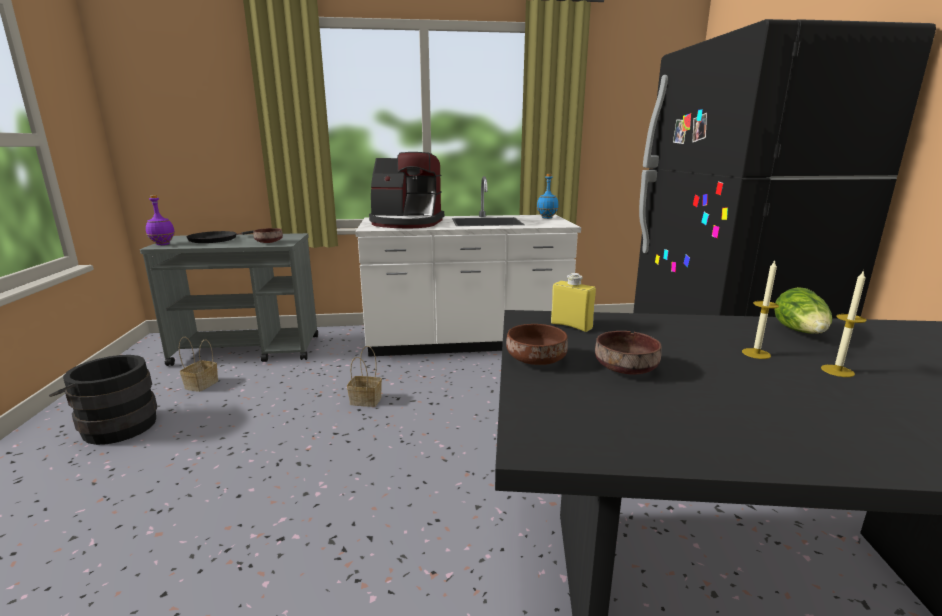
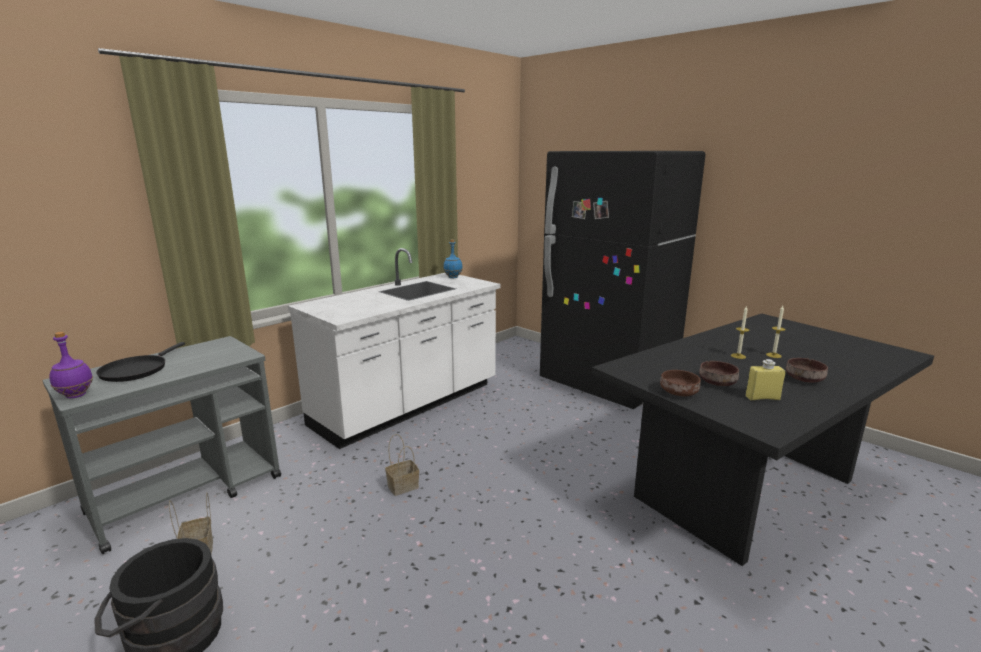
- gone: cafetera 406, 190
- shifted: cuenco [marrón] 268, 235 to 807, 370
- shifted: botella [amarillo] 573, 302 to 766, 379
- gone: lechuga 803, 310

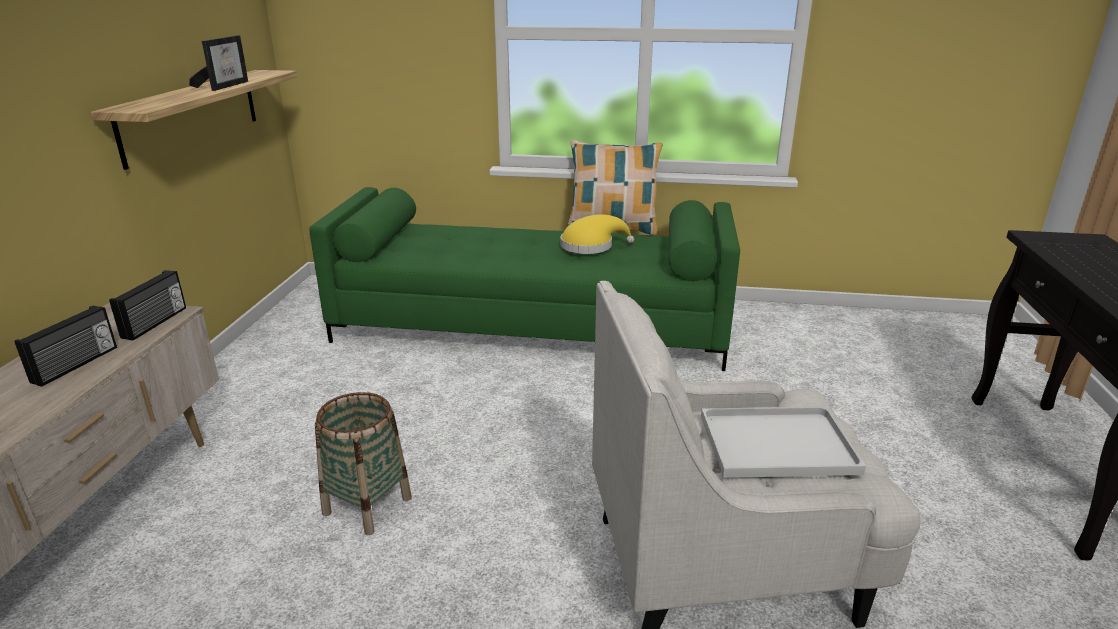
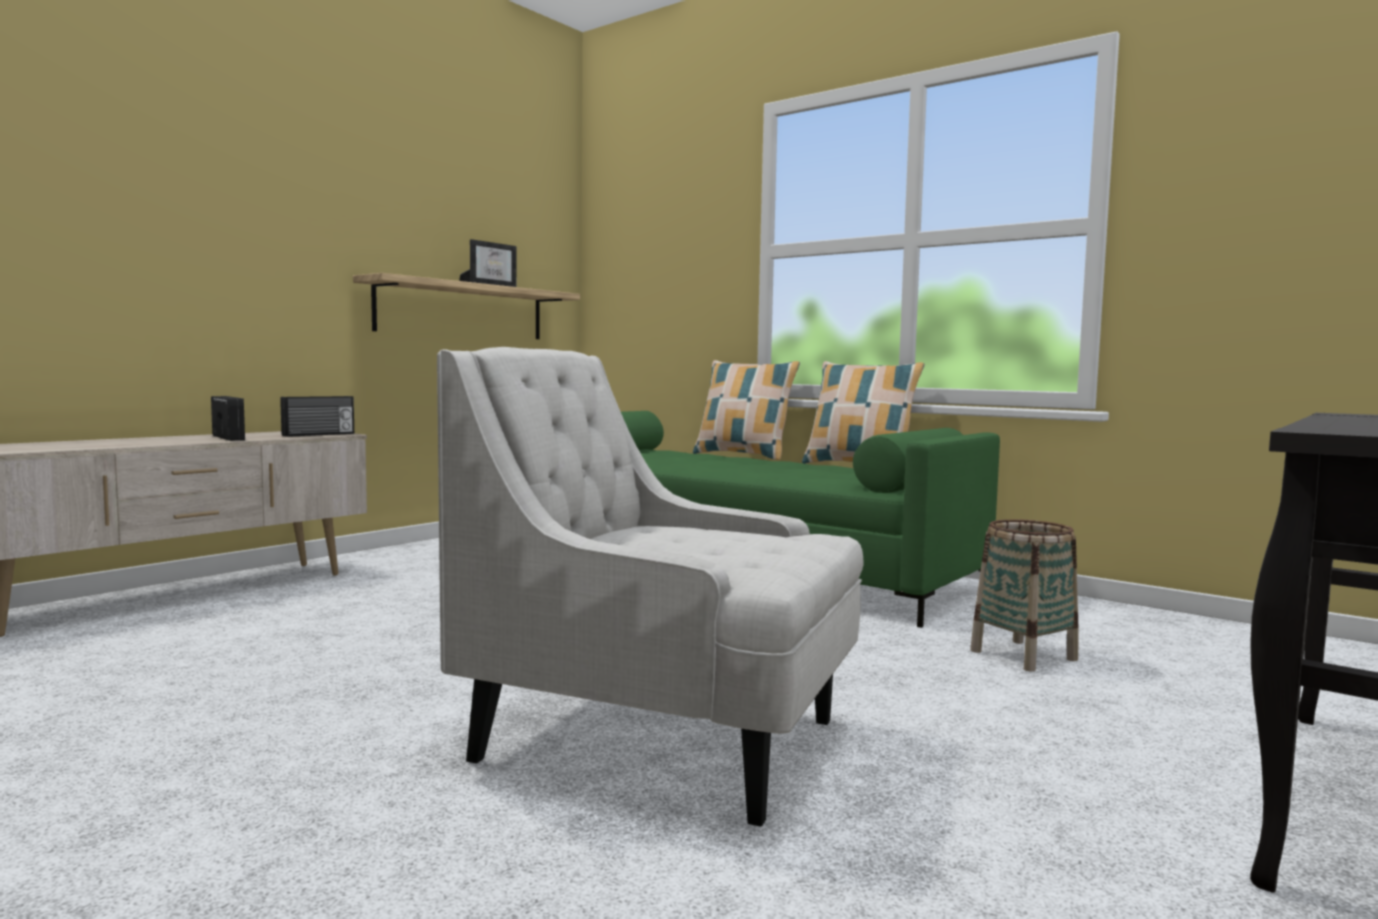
- gone: sombrero [amarillo] 597, 234
- rotated: radio 66, 346 = 228, 418 90 degrees counterclockwise
- shifted: cesta 363, 463 to 1024, 595
- gone: bandeja [blanco] 783, 442
- new: cojín 746, 410

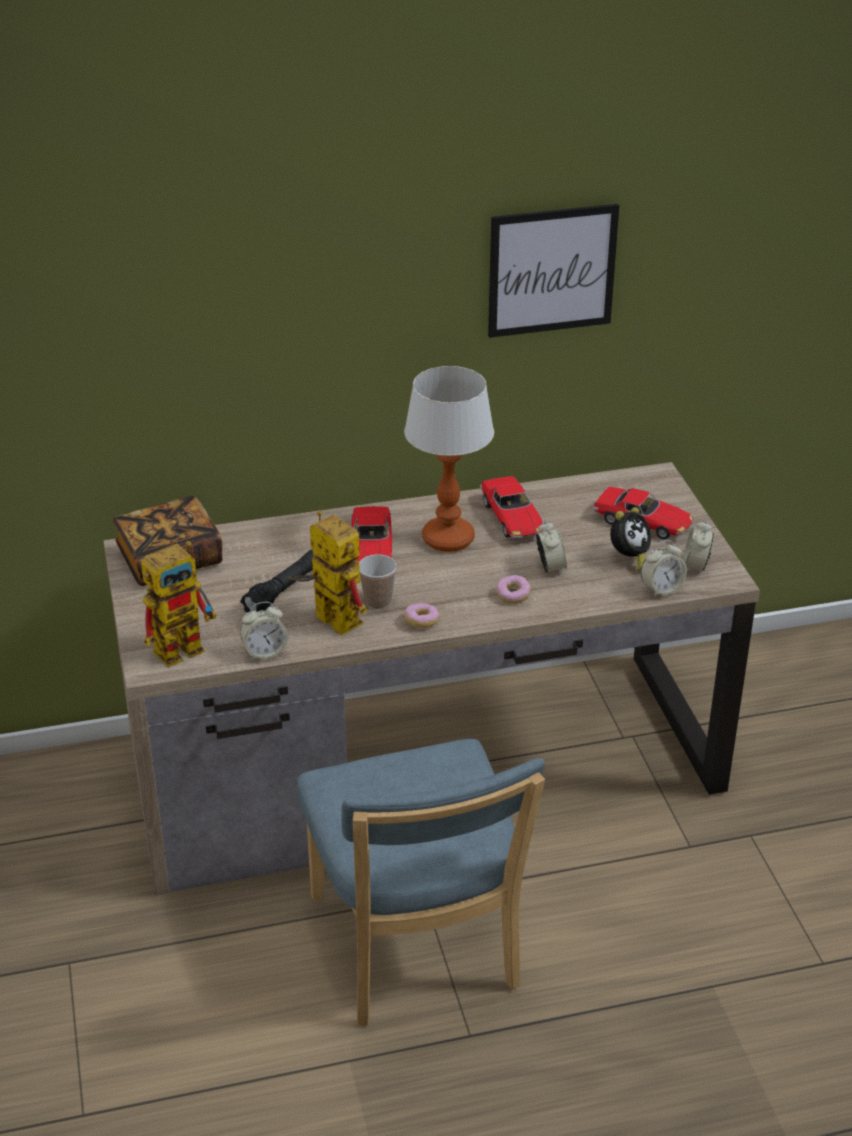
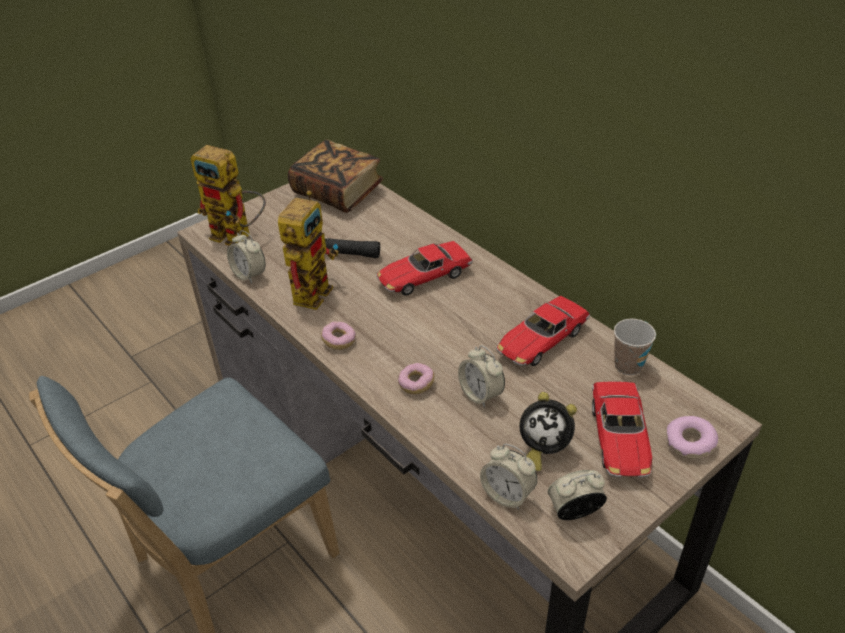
- gone: cuadro 553, 271
- gone: lámpara de mesa 449, 459
- rotated: despertador 551, 547 = 481, 376 90 degrees clockwise
- shifted: taza 378, 581 to 635, 347
- new: rosquilla 692, 437

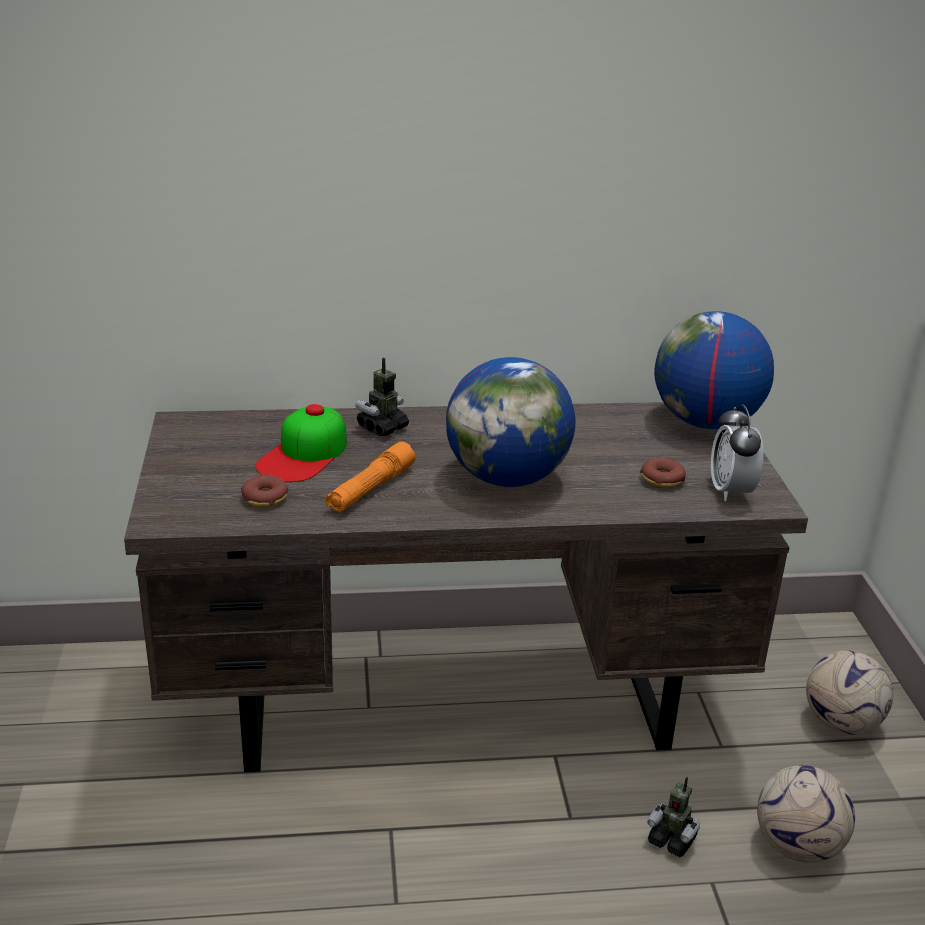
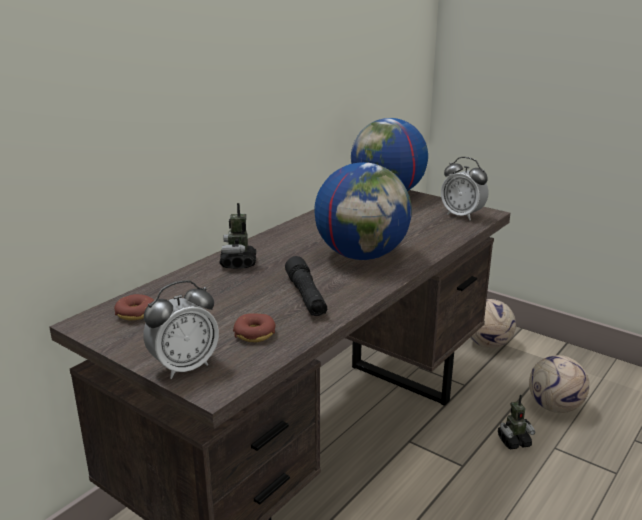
- gone: gorra 301, 443
- repainted: linterna [naranja] 370, 477 to linterna [negro] 306, 286
- shifted: rosquilla 663, 473 to 134, 307
- new: despertador 181, 329

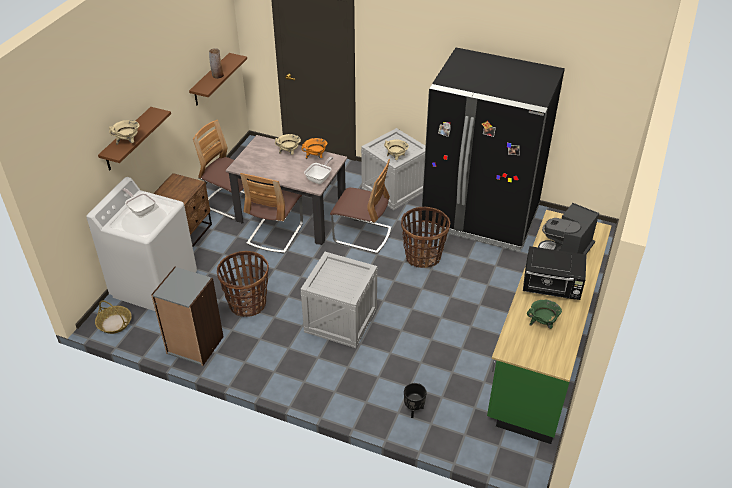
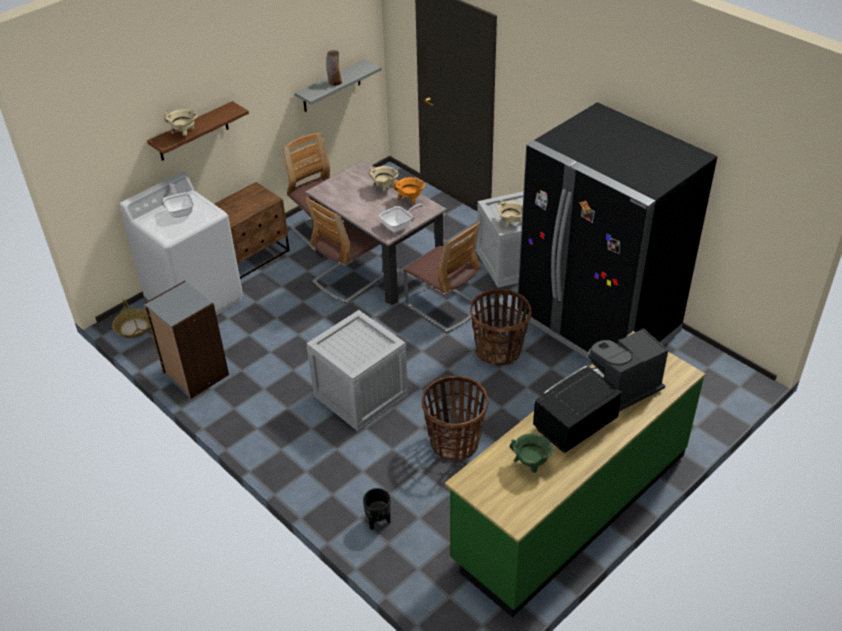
- repainted: estante [marrón] 218, 79 to estante [gris] 338, 85
- rotated: microondas [negro] 555, 273 = 577, 409 105 degrees clockwise
- shifted: cesta 243, 284 to 455, 418

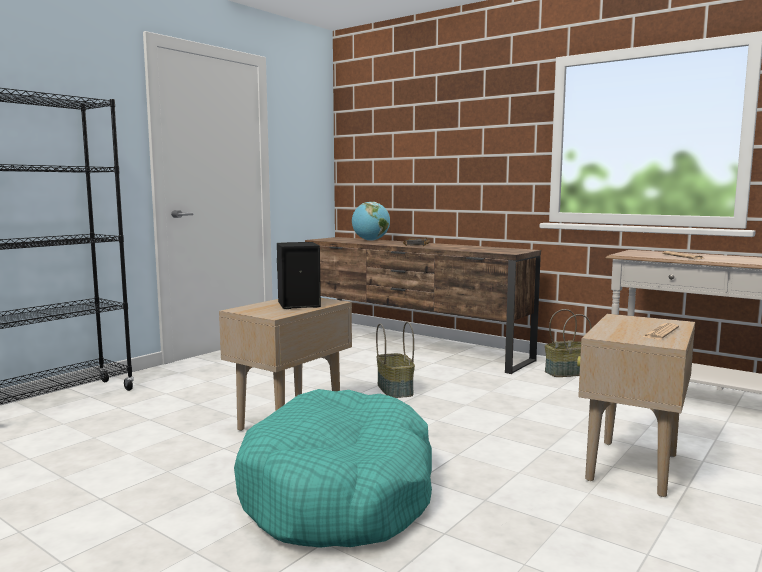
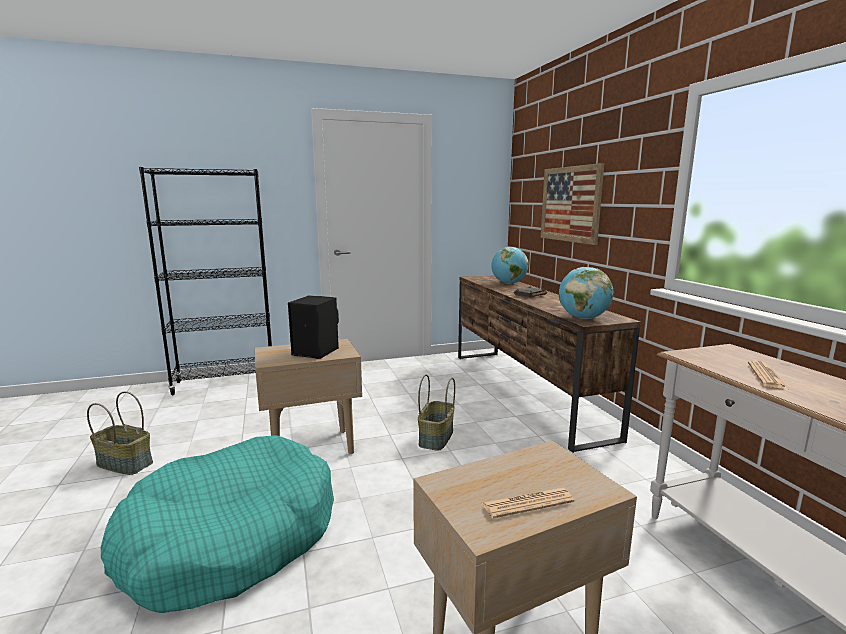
- shifted: cesta 568, 343 to 120, 433
- new: cuadro 572, 204
- new: globo terráqueo 586, 293

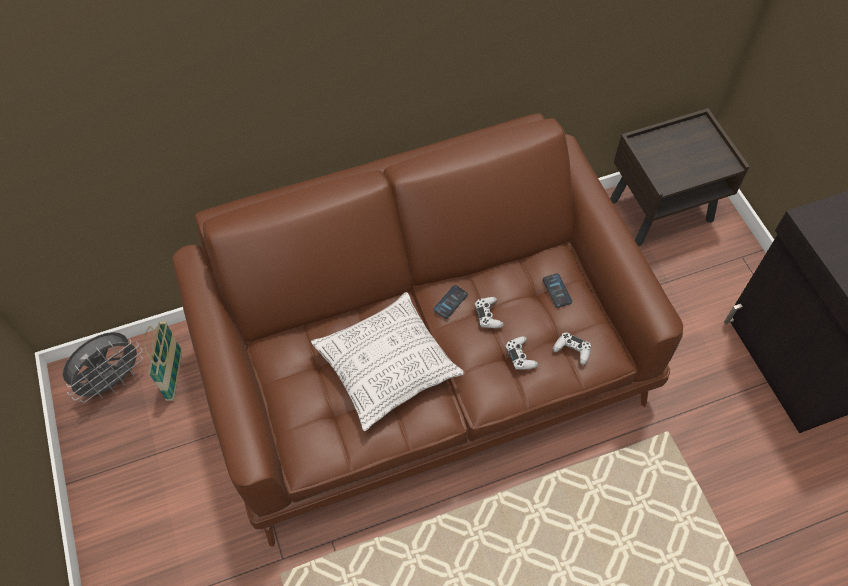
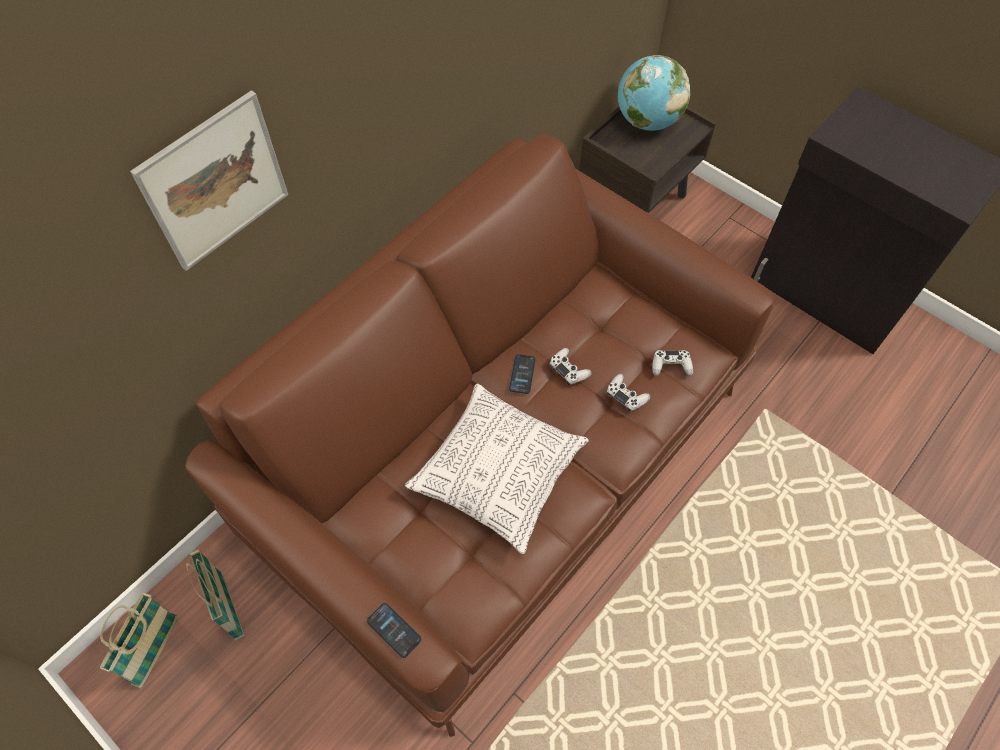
- shifted: móvil 557, 290 to 394, 630
- swapped: ventilador [gris] 103, 367 to cesta 139, 640
- new: globo terráqueo 654, 93
- new: cuadro 209, 180

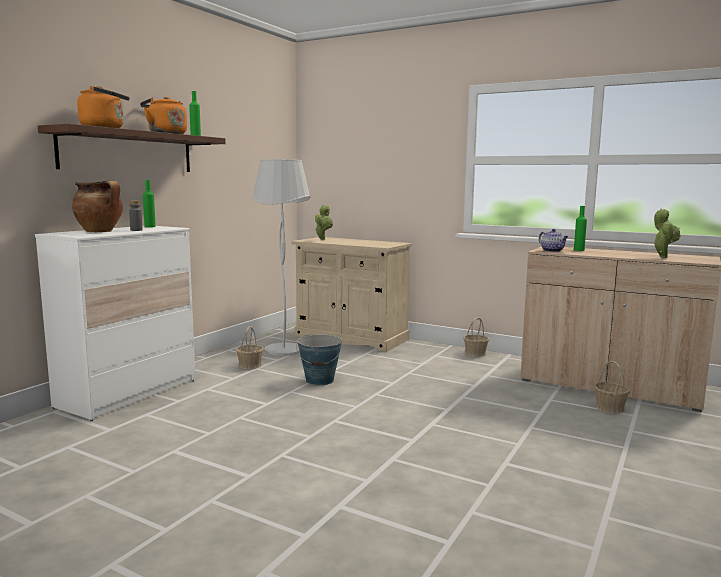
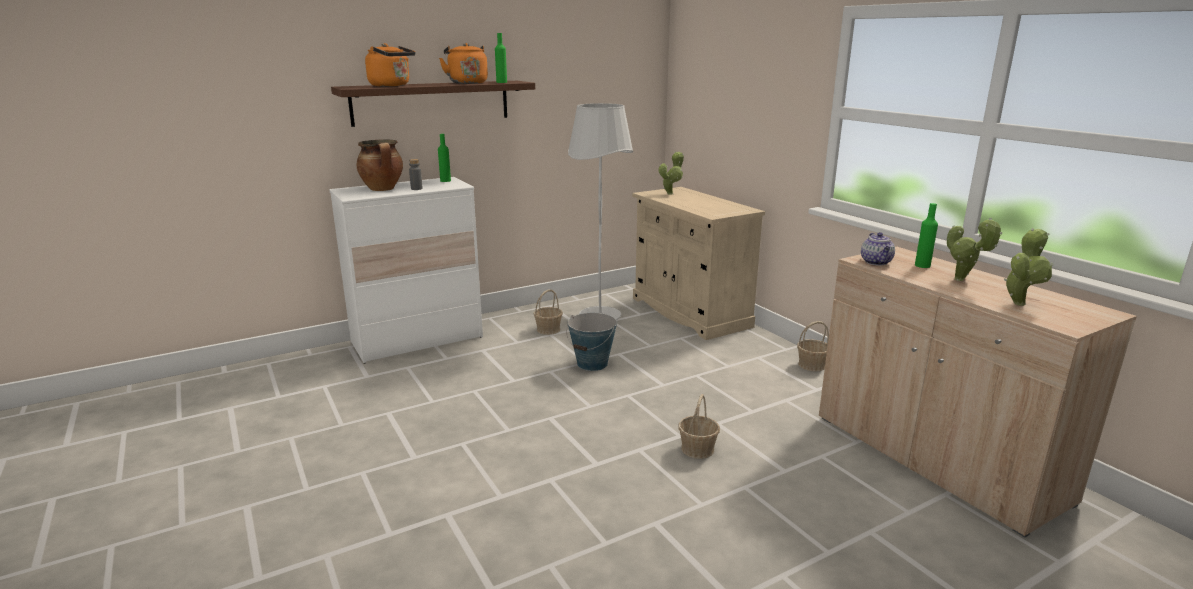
- shifted: cesta 612, 387 to 699, 426
- new: planta en maceta 974, 249

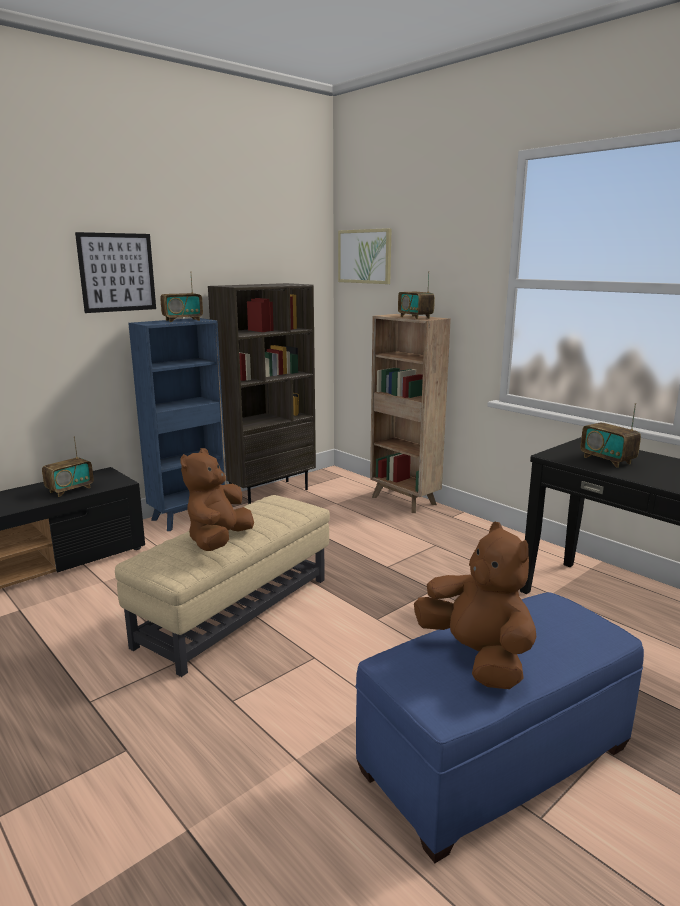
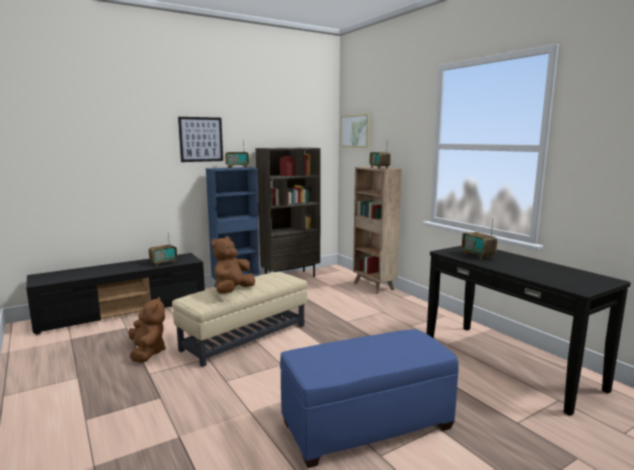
- shifted: peluche [marrón] 475, 605 to 147, 329

